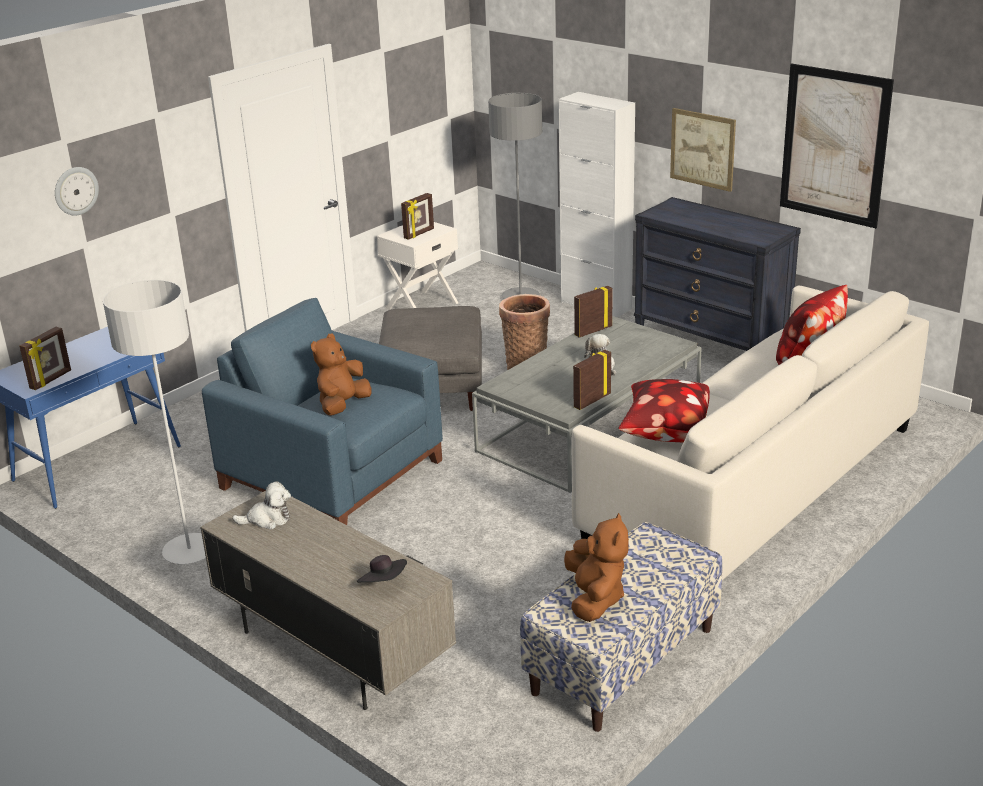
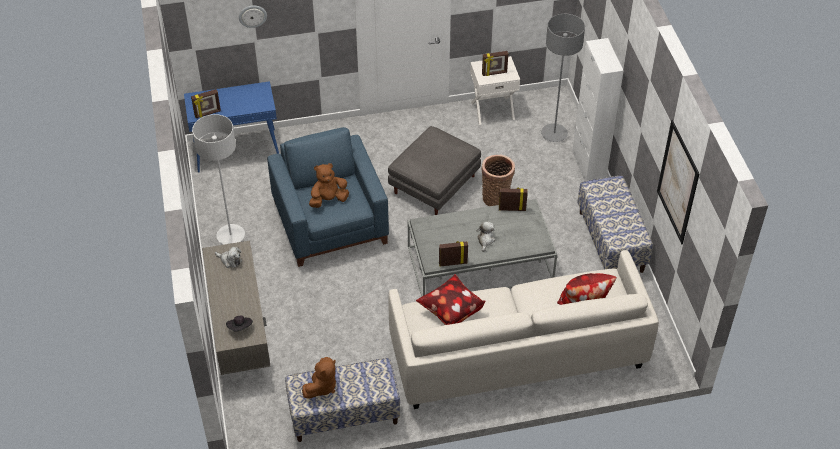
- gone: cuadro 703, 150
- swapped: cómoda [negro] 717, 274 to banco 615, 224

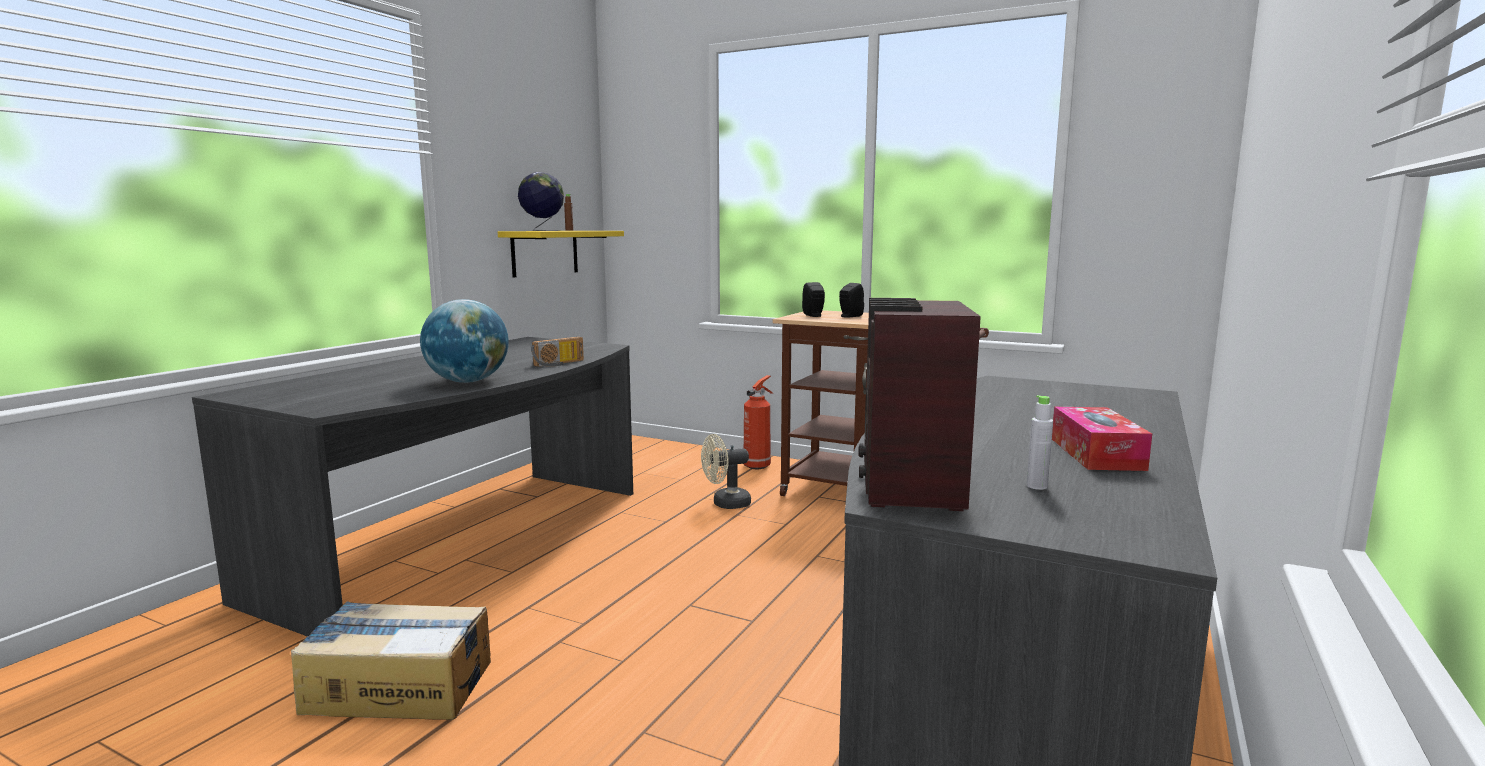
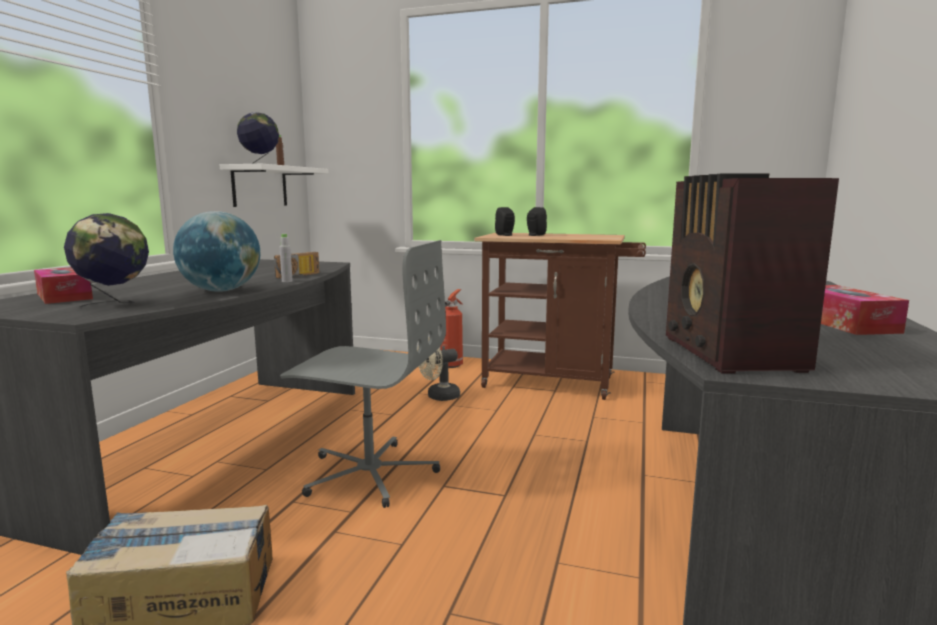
- repainted: estante [amarillo] 561, 254 to estante [blanco] 274, 185
- shifted: botella [gris] 1040, 442 to 286, 258
- new: globo terráqueo 106, 261
- new: silla de oficina [gris] 363, 374
- new: caja de pañuelos 63, 285

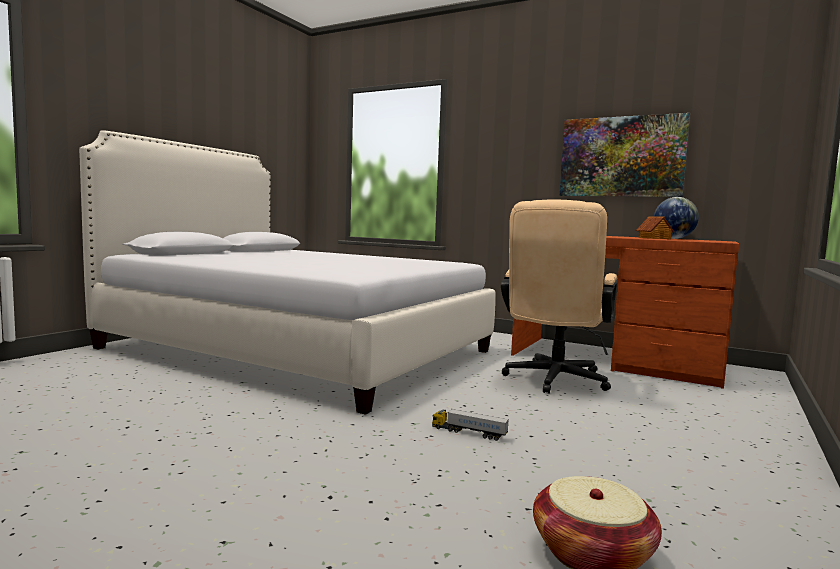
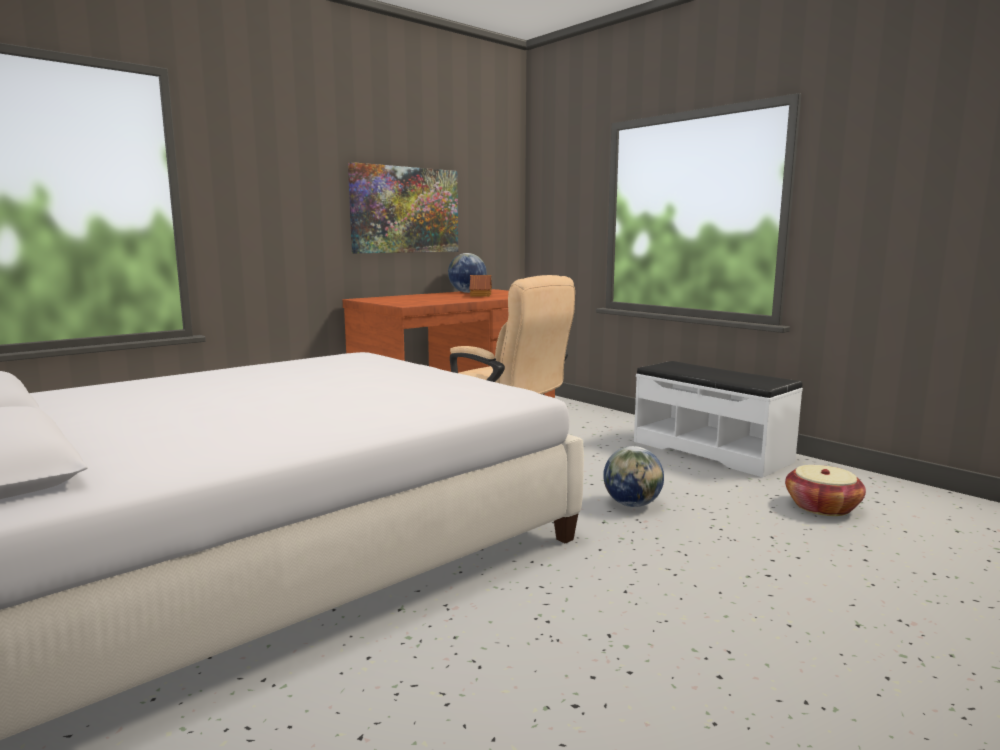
- swapped: camión de juguete 470, 425 to globo terráqueo 633, 476
- new: banco [blanco] 718, 419

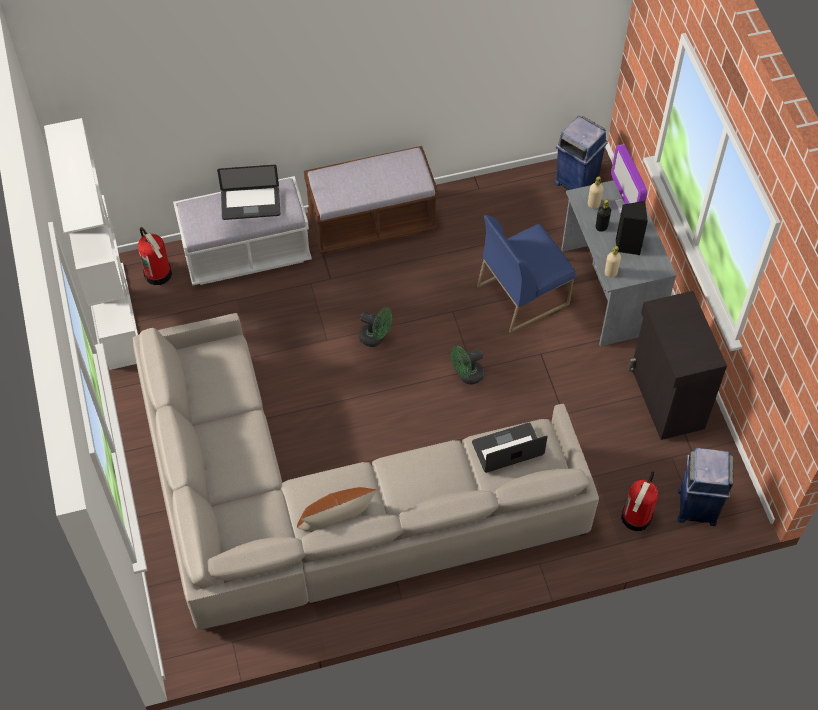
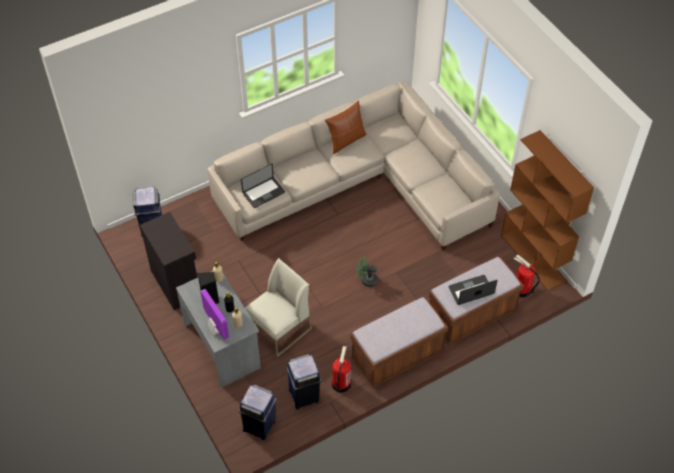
- repainted: estantería [blanco] 91, 244 to estantería [marrón] 547, 210
- repainted: banco [blanco] 242, 231 to banco [marrón] 476, 301
- repainted: silla [azul] 526, 274 to silla [blanco] 278, 307
- gone: ventilador [verde] 467, 365
- shifted: extintor 639, 501 to 341, 369
- new: papelera [azul] 303, 381

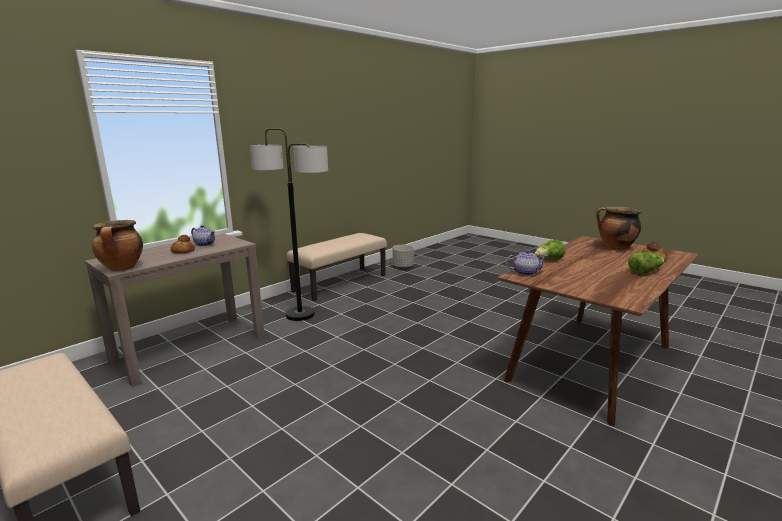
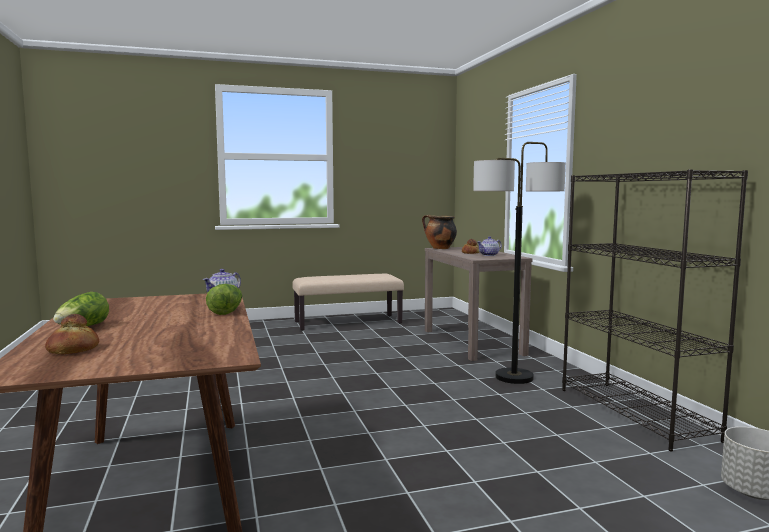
- gone: olla 618, 228
- swapped: banco [beis] 337, 267 to estantería [negro] 655, 310

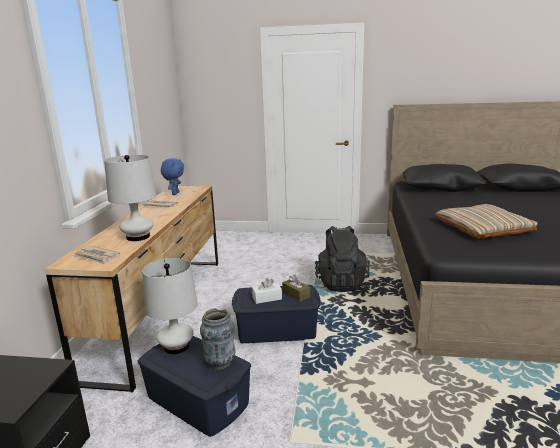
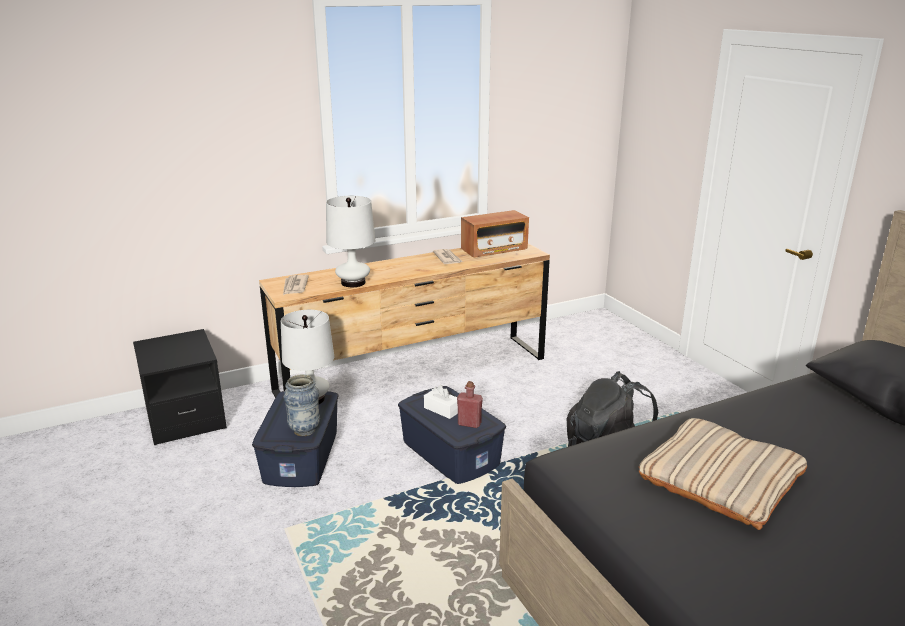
- swapped: peluche [azul] 172, 176 to radio 495, 234
- swapped: caja de pañuelos [marrón] 296, 288 to botella [rojo] 470, 404

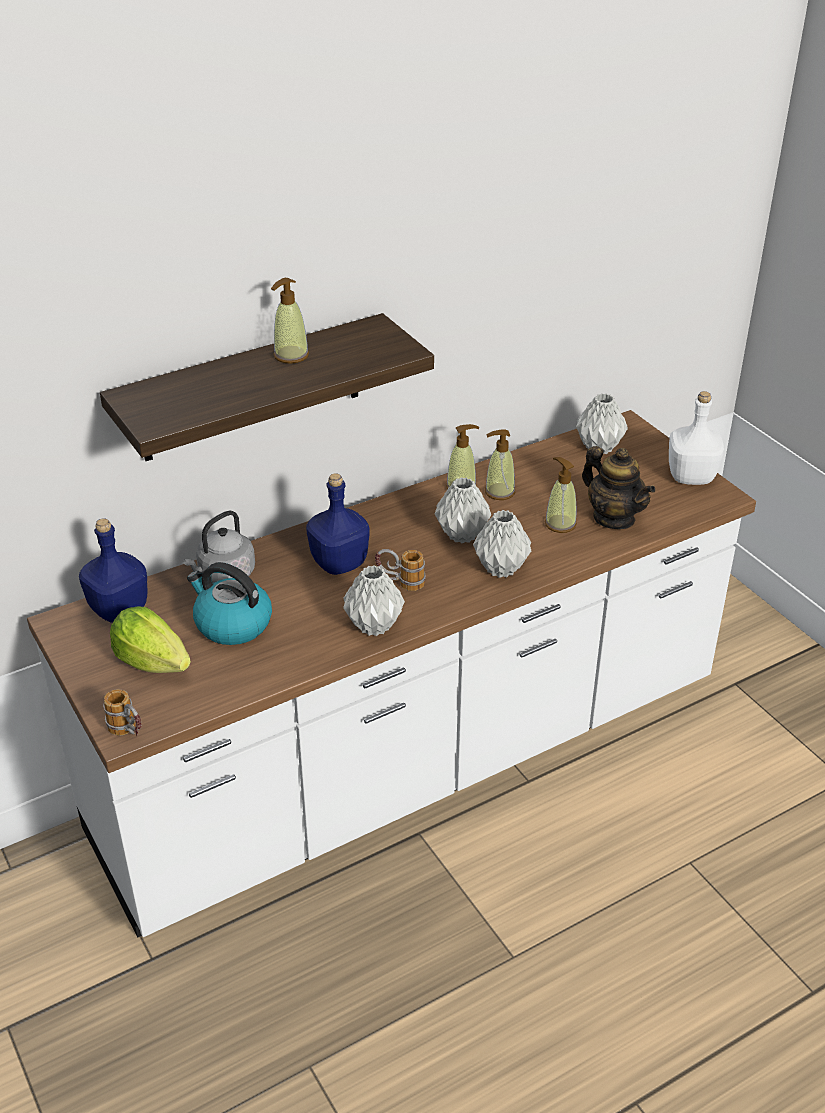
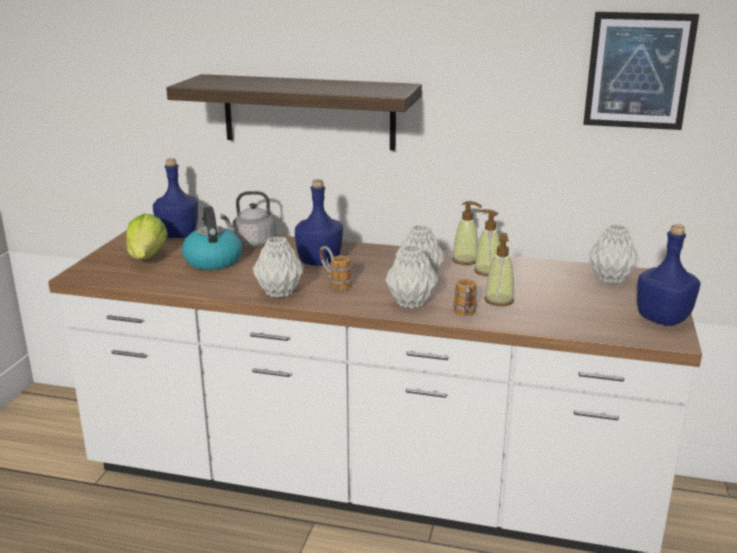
- gone: dispensador de jabón 290, 321
- repainted: botella [blanco] 696, 438 to botella [azul] 669, 275
- gone: tetera 619, 487
- shifted: taza grande 122, 713 to 465, 297
- new: cuadro 641, 71

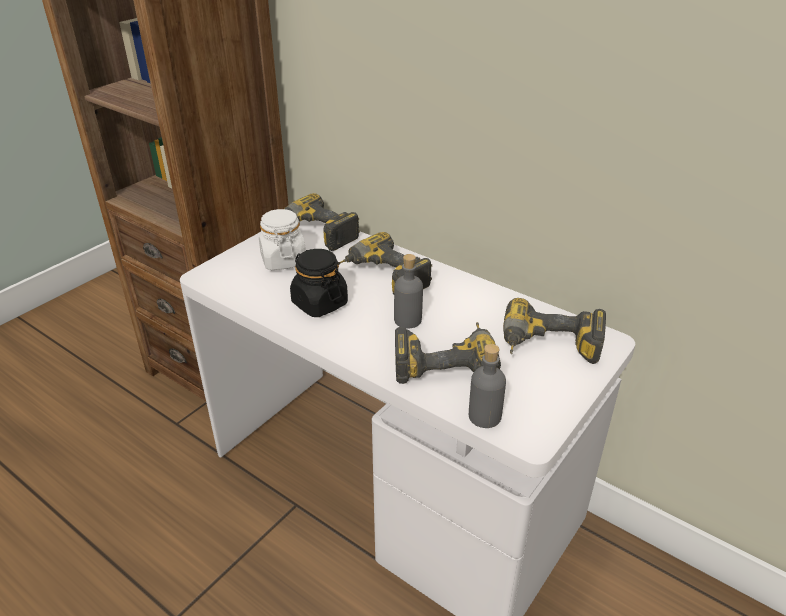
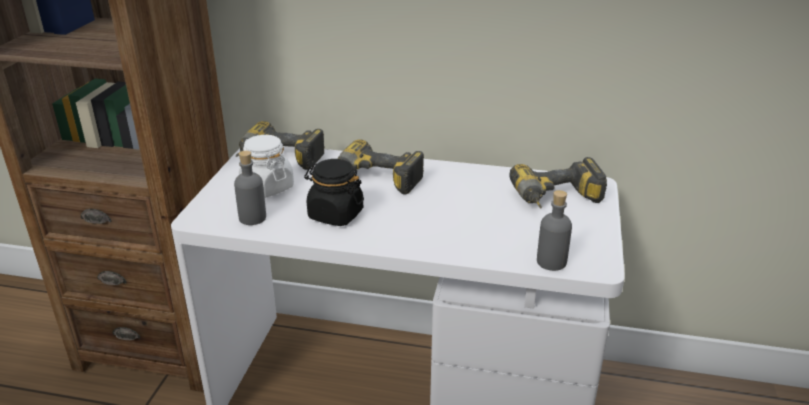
- shifted: botella [gris] 408, 291 to 250, 188
- gone: taladro 448, 353

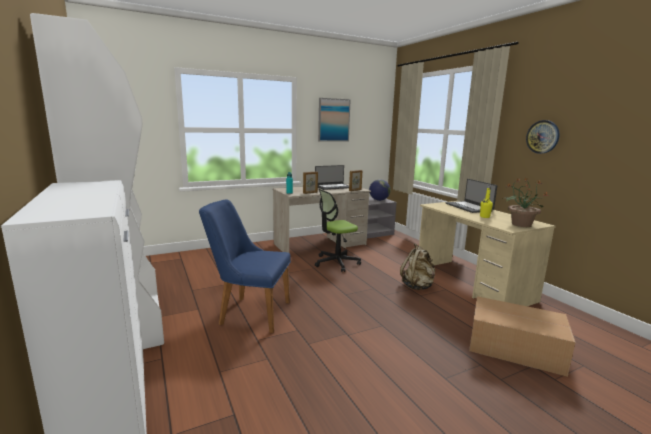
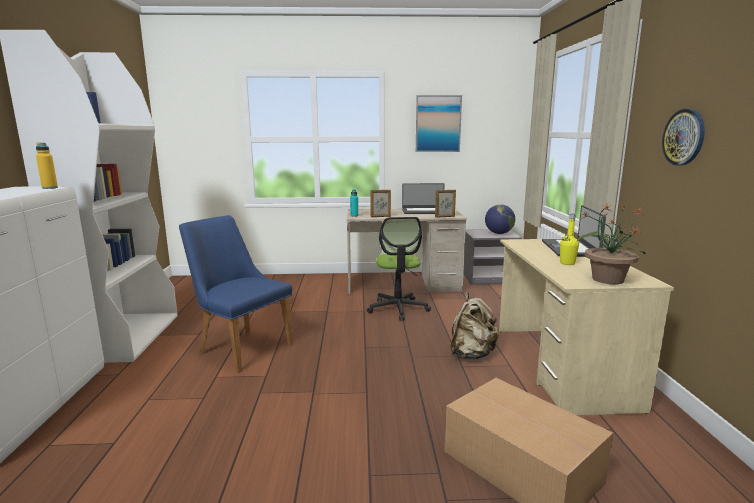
- rotated: silla de oficina 338, 230 = 399, 269 90 degrees counterclockwise
- new: botella [amarillo] 47, 166

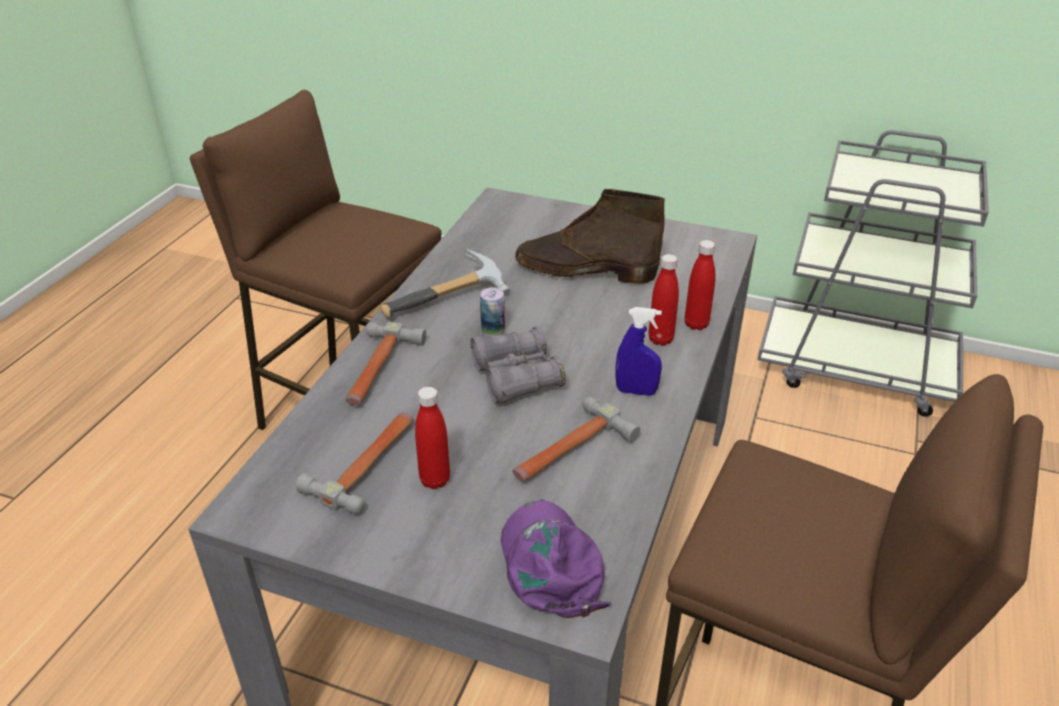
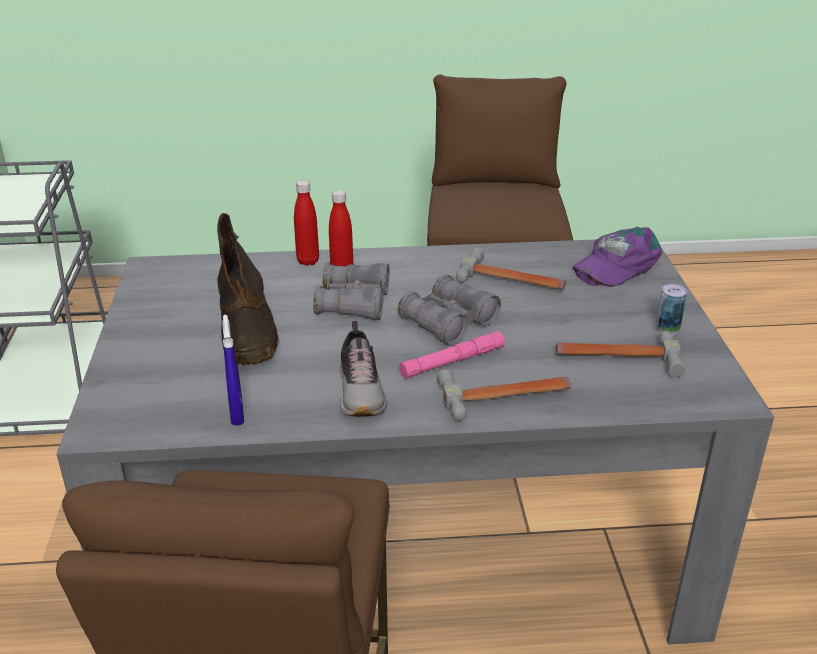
- swapped: martillo 445, 283 to zapato 363, 369
- shifted: lata 492, 312 to 671, 310
- shifted: pulverizador [azul] 638, 351 to 233, 370
- gone: botella [rojo] 432, 438
- new: prismáticos [gris] 351, 291
- new: linterna [rosa] 452, 355

